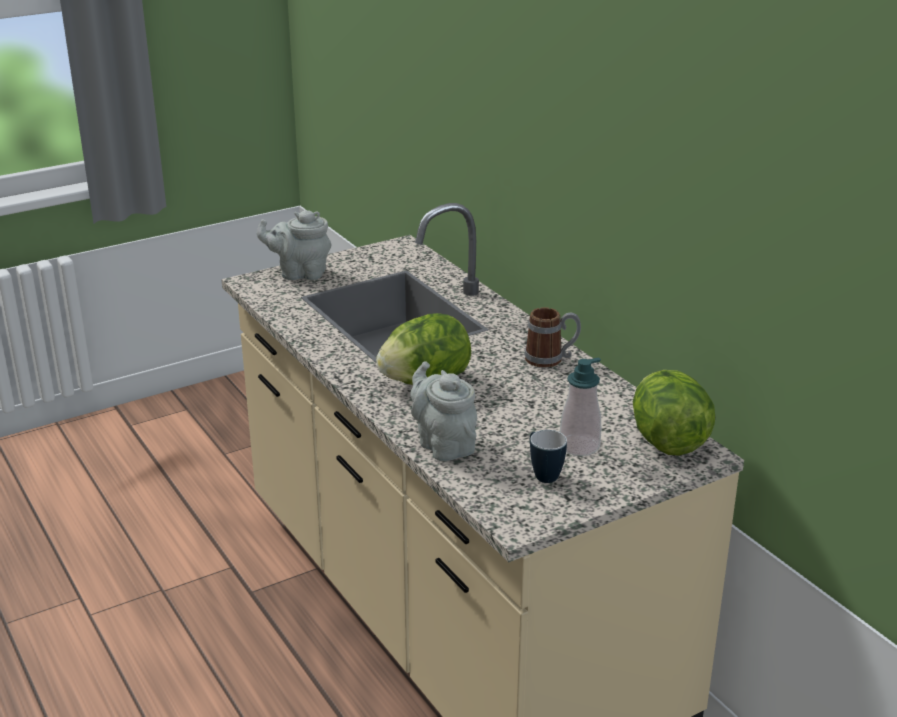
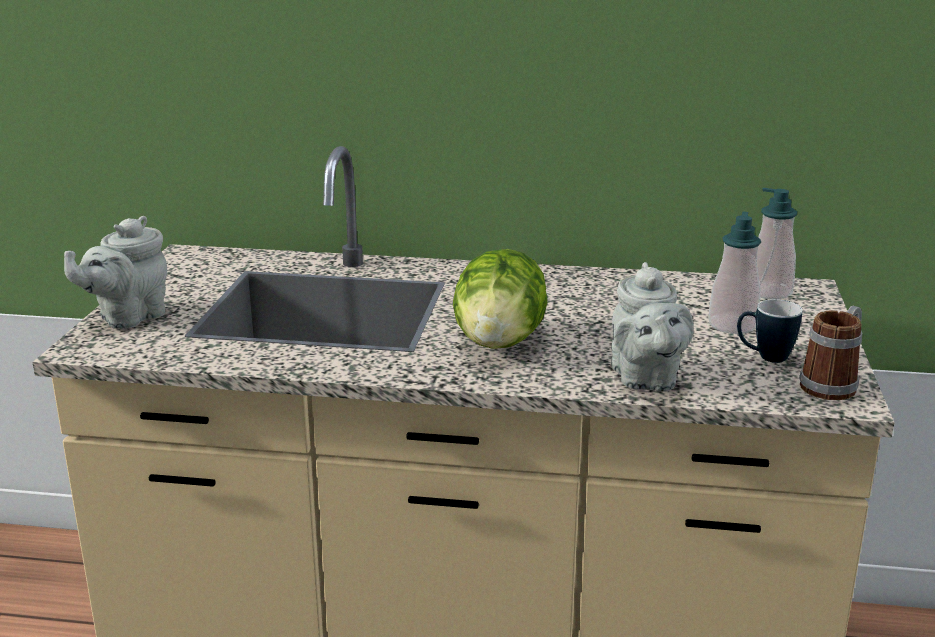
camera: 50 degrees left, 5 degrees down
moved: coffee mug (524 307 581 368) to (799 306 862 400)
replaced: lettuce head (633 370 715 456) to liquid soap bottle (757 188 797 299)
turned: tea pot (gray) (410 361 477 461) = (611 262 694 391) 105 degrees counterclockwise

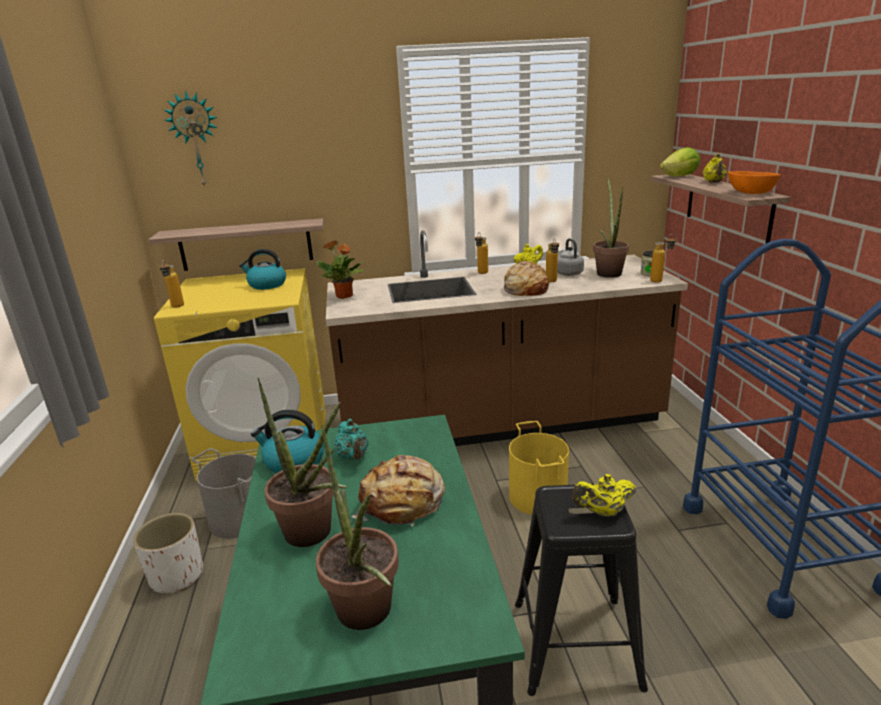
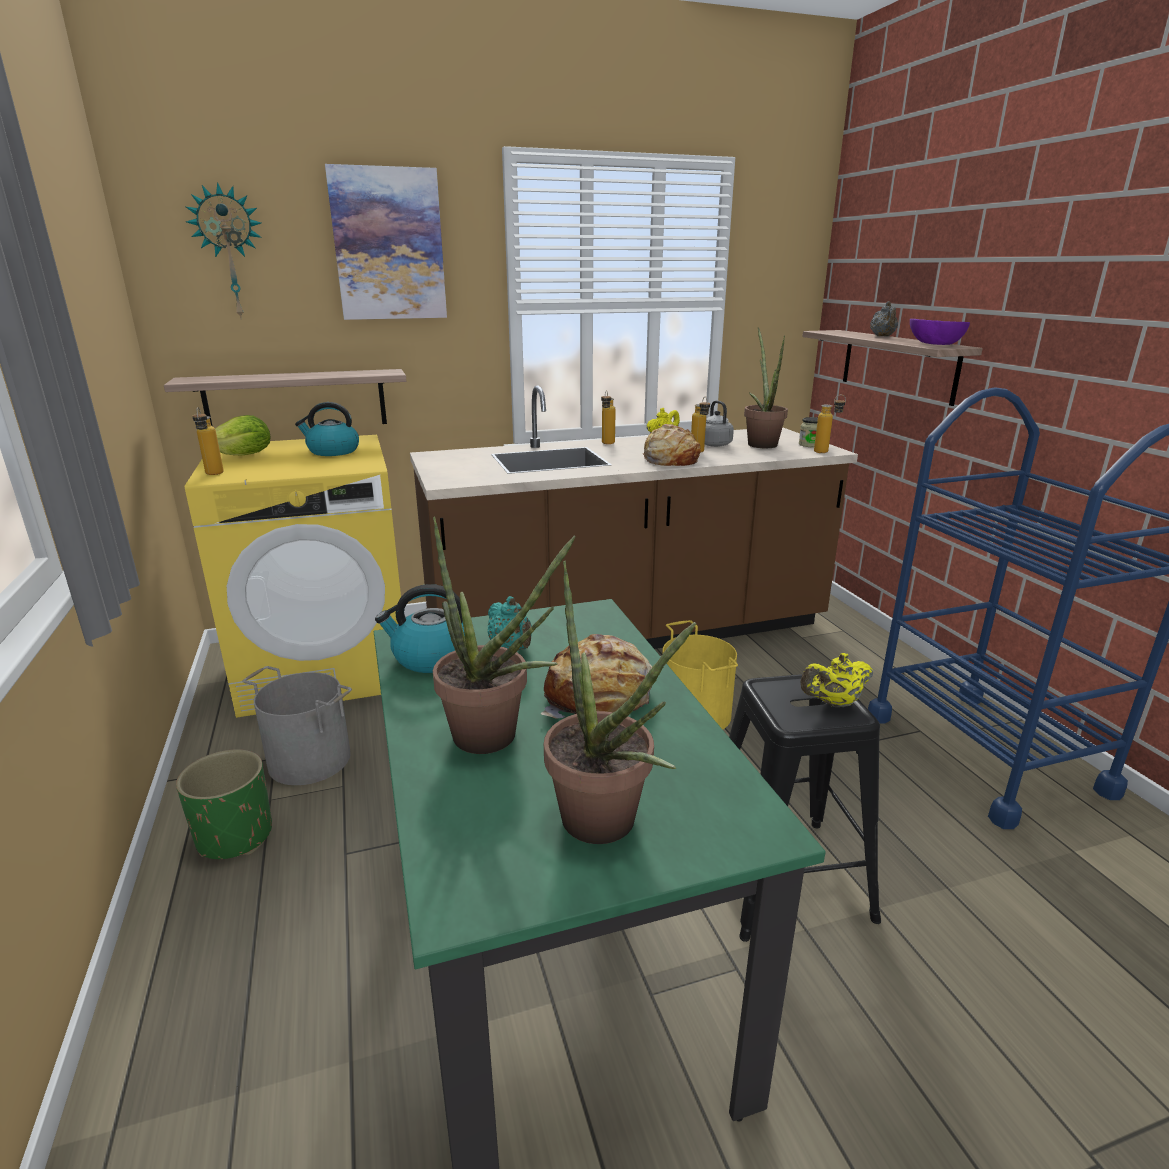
camera: 10 degrees left, 0 degrees up
removed: potted plant (316 240 365 299)
added: wall picture (325 164 447 320)
moved: lettuce head (660 147 700 177) to (215 415 270 456)
recoloured: tea pot (yellowish) (703 153 727 183) to tea pot (gray) (870 301 898 337); deep dish (orange) (728 171 781 194) to deep dish (purple) (910 319 970 345); planter (white-coloured) (133 513 203 593) to planter (green-coloured) (176 749 272 859)

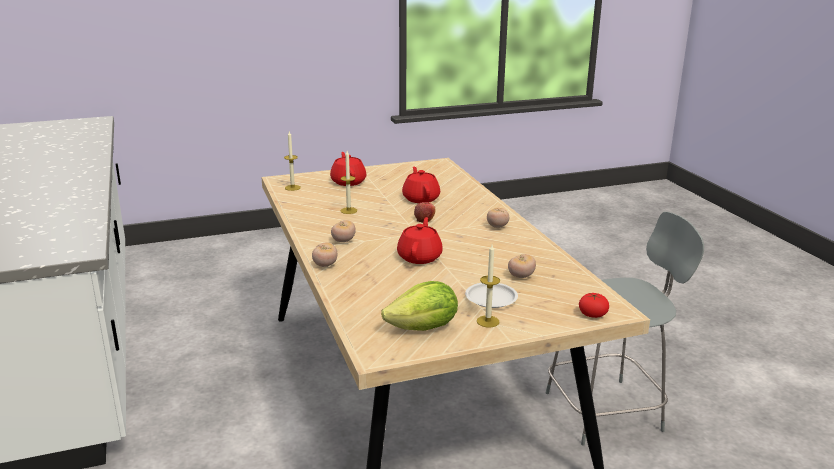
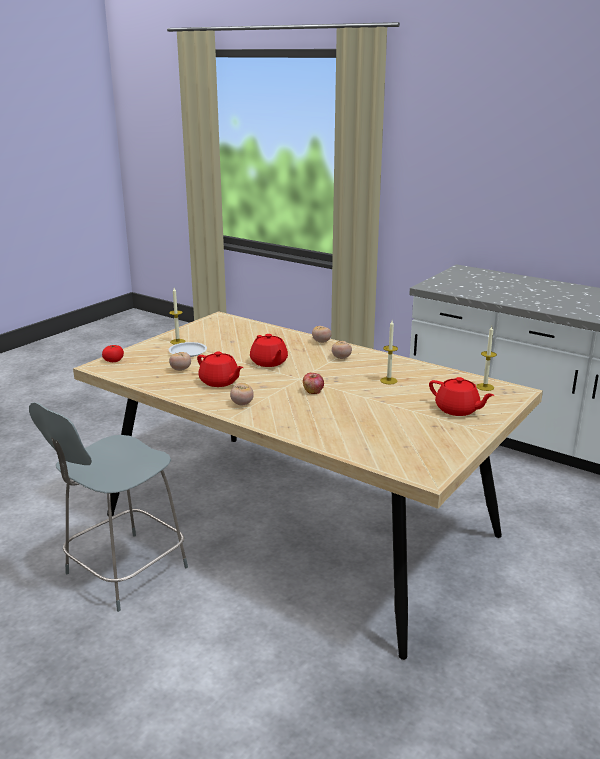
camera: 145 degrees right, 0 degrees up
removed: lettuce head (381 281 458 331)
moved: tea pot (reddish) (402 167 440 203) to (197 351 243 387)

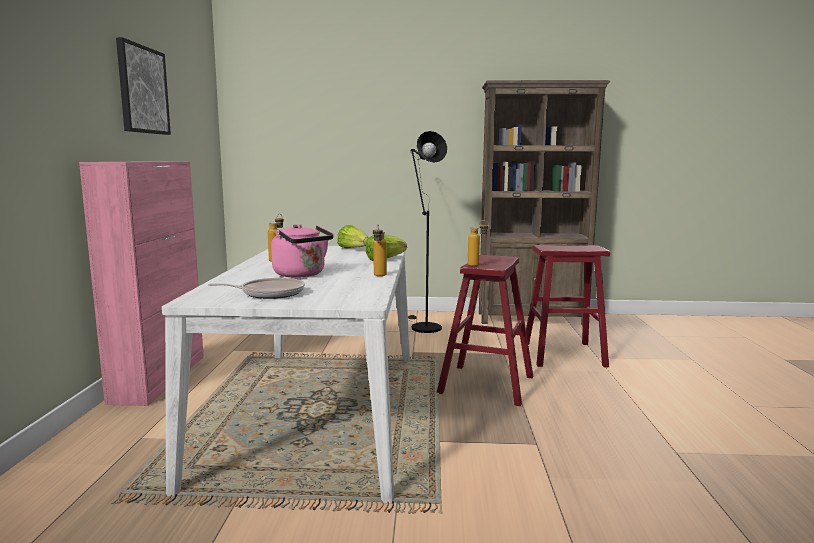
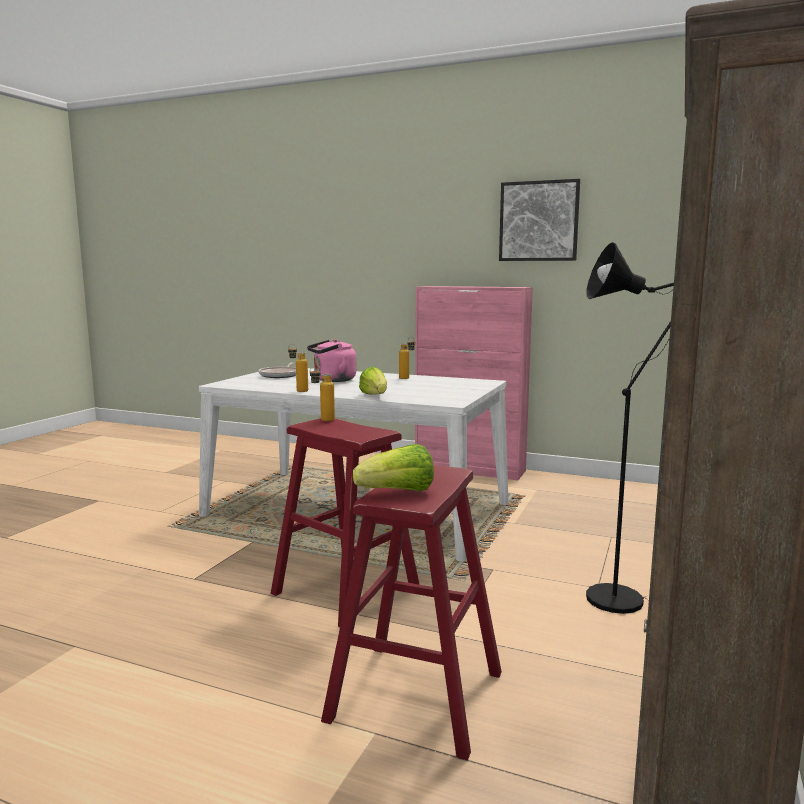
camera: 110 degrees right, 0 degrees up
moved: lettuce head (337 225 369 248) to (353 444 434 491)

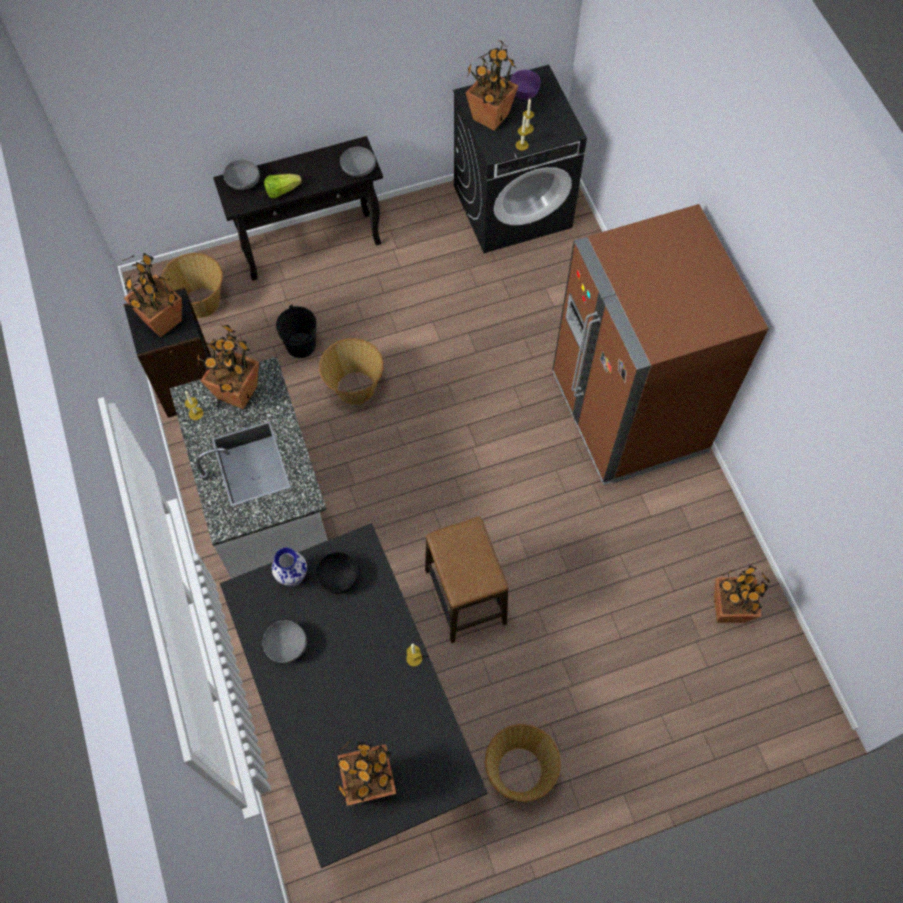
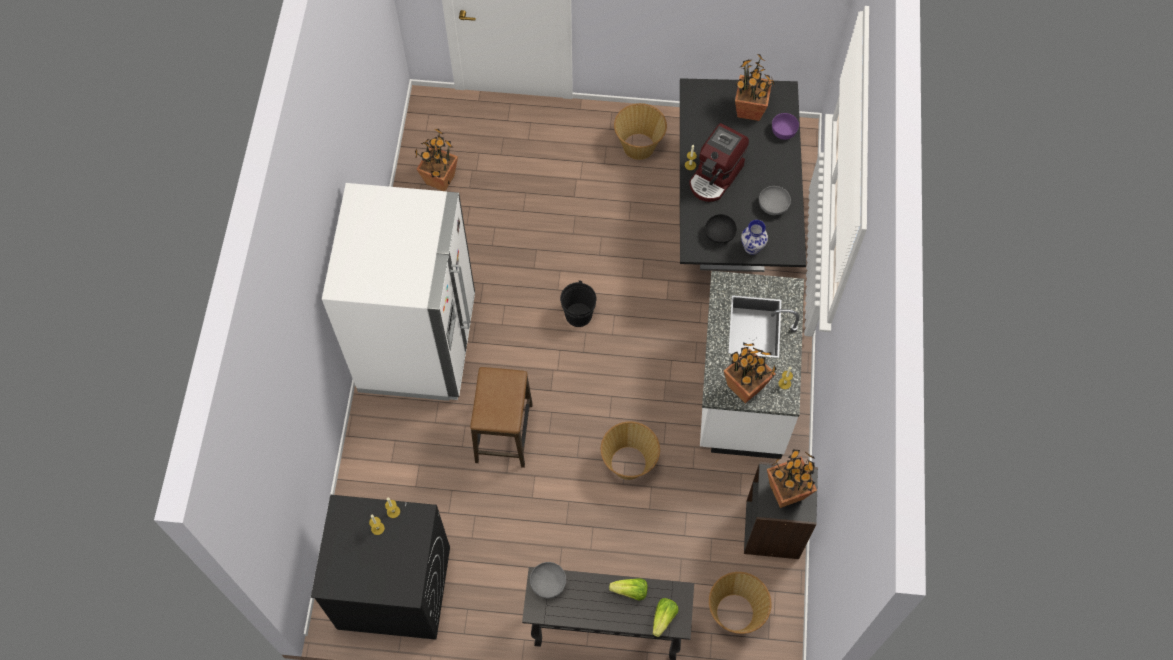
camera: 155 degrees left, 0 degrees up
removed: potted plant (466 40 518 131)
added: coffee brewer (689 123 749 202)
moved: deep dish (purple) (510 70 541 100) to (772 113 799 140); pail (blackish) (276 304 317 358) to (560 280 596 327); sitting stool (425 516 509 643) to (470 367 533 468)
replaced: deep dish (gray) (223 159 260 190) to lettuce head (653 598 678 637)
recoloured: refrigerator (brown) (552 204 768 485) to refrigerator (white-coloured) (322 183 475 401)

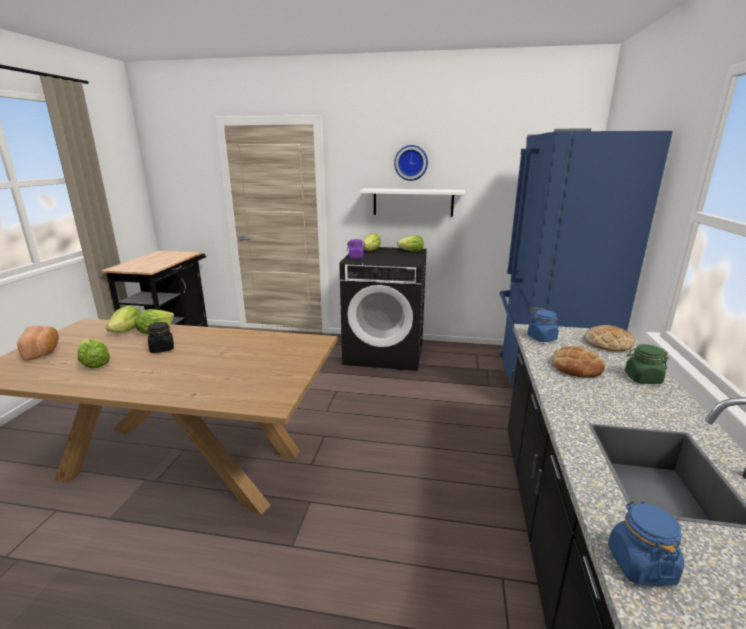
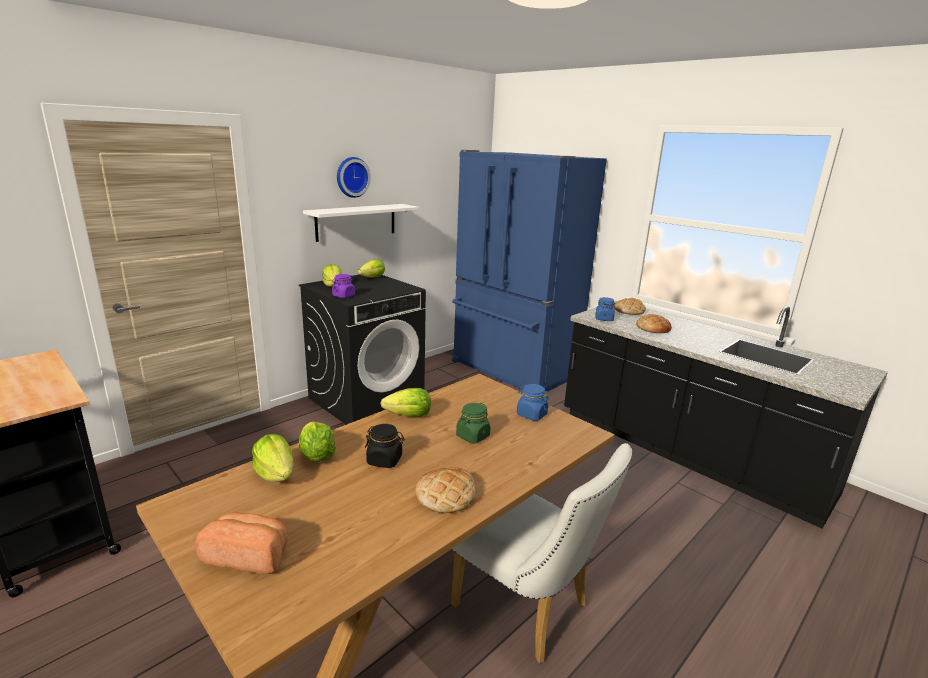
camera: 55 degrees left, 0 degrees up
added: plain chair (white-coloured) (451 443 632 663); bread (415 467 476 513)
moved: lettuce head (78 339 110 368) to (380 388 431 417); jar (green-coloured) (625 344 668 384) to (456 403 490 443); jar (blue) (608 501 684 586) to (517 384 549 421)

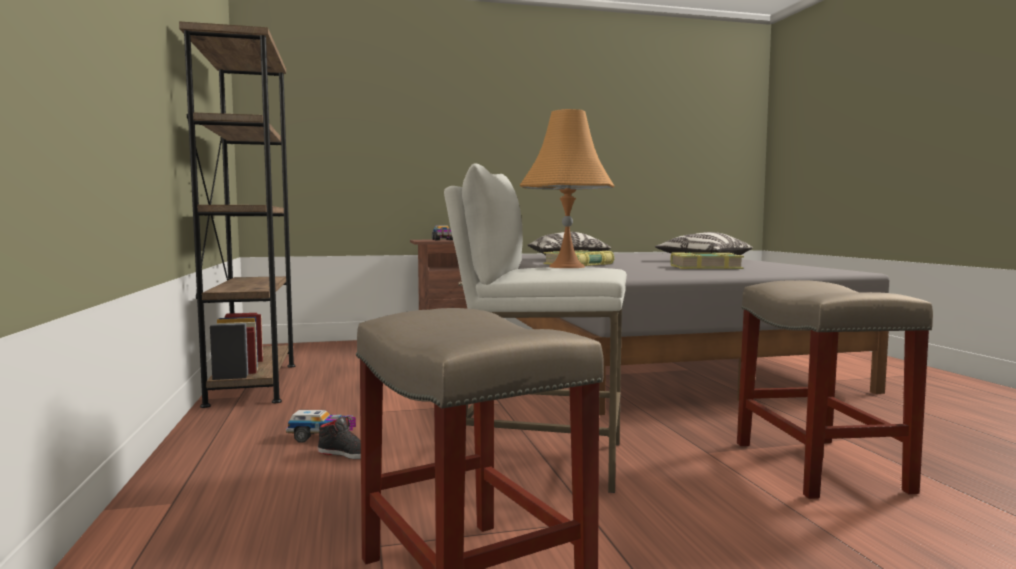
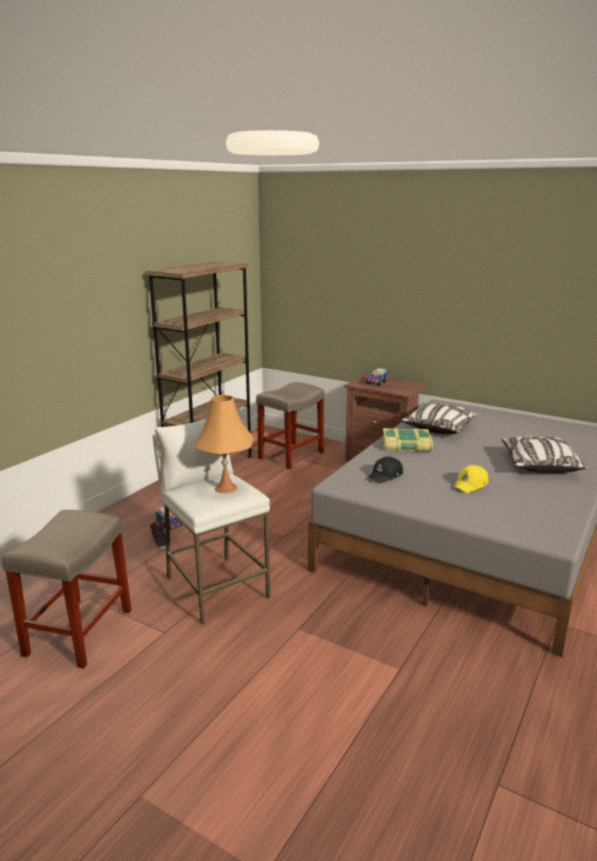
camera: 45 degrees right, 15 degrees up
added: baseball cap (blackish) (367 456 403 483)
moved: sitting stool (beige) (737 280 933 499) to (256 382 325 469)
replaced: bound book (670 253 744 269) to baseball cap (yellowish) (453 465 488 493)

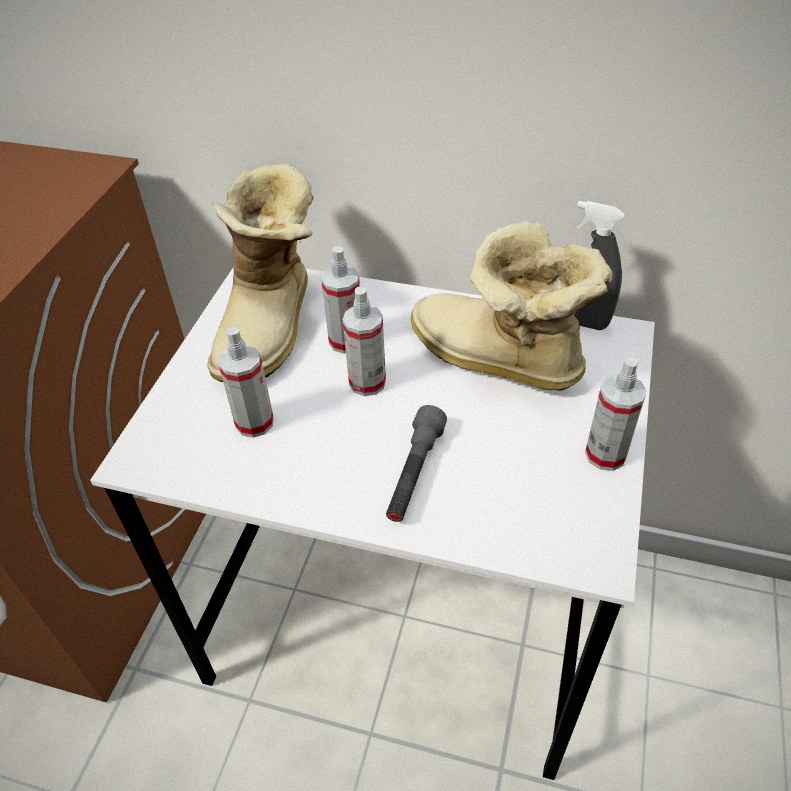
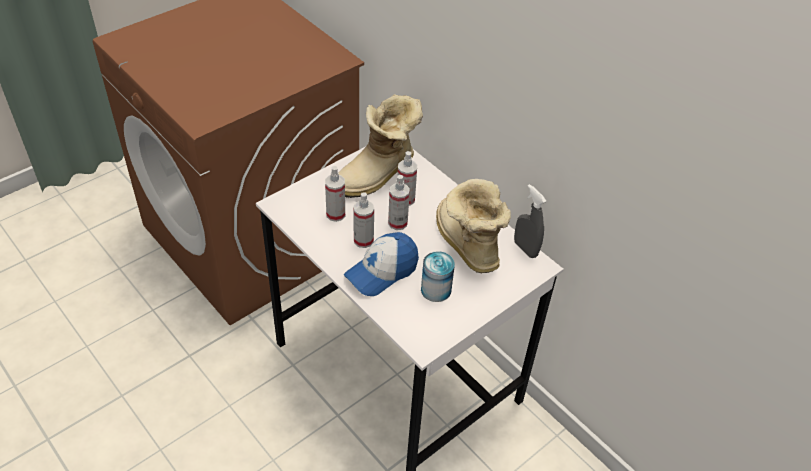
camera: 30 degrees right, 0 degrees up
added: metal can (421 251 455 302)
moved: hand sprayer (585 358 647 471) to (353 192 374 248)
replaced: flashlight (gray) (386 405 447 522) to baseball cap (344 232 419 296)

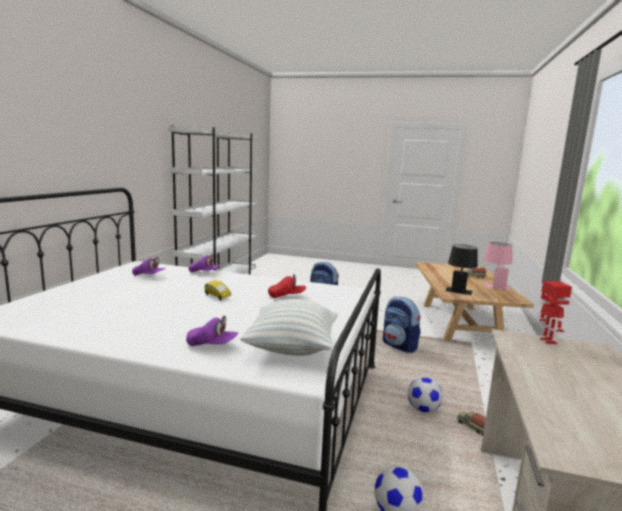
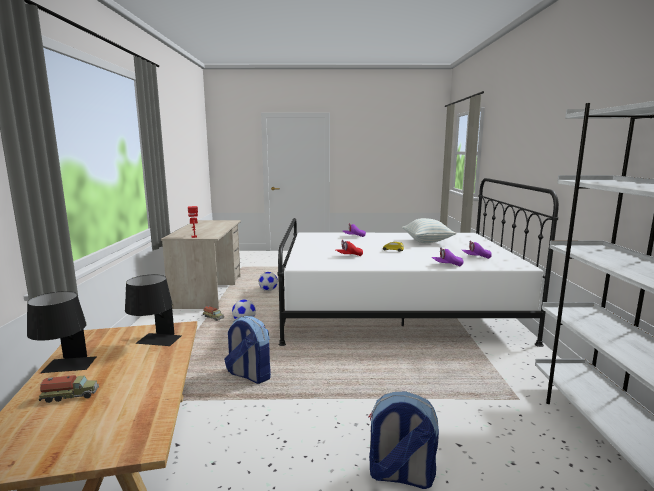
camera: 165 degrees right, 0 degrees up
moved: cushion (240 299 337 356) to (402 218 456 243)
recoloured: table lamp (pinkish) (483 242 513 290) to table lamp (blackish) (27 291 96 373)

